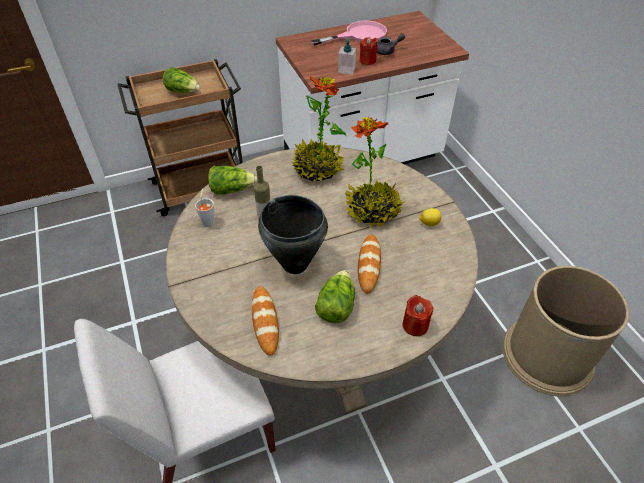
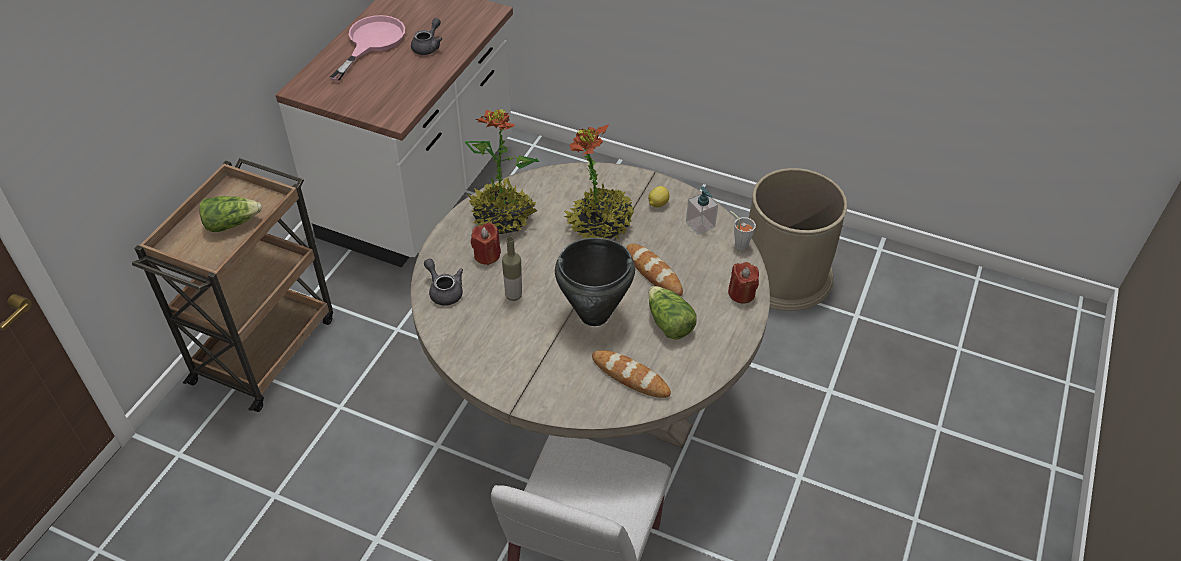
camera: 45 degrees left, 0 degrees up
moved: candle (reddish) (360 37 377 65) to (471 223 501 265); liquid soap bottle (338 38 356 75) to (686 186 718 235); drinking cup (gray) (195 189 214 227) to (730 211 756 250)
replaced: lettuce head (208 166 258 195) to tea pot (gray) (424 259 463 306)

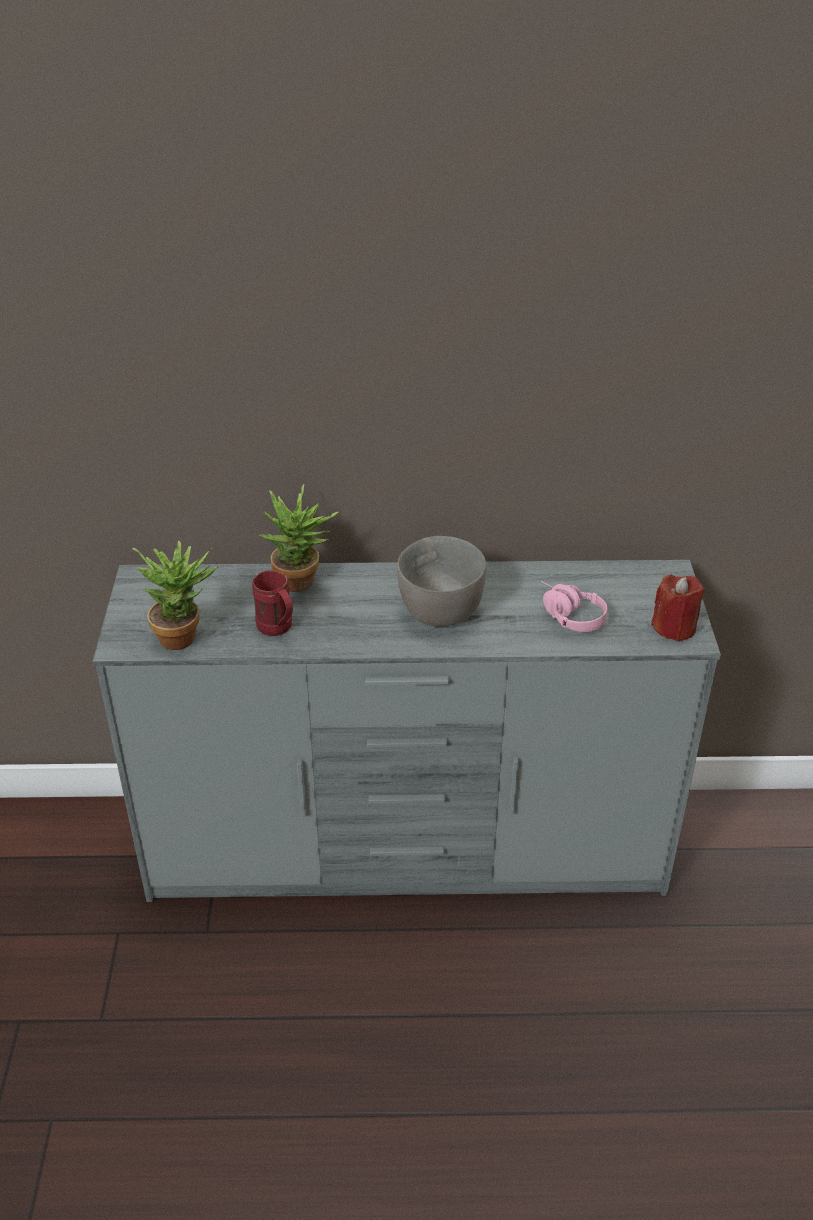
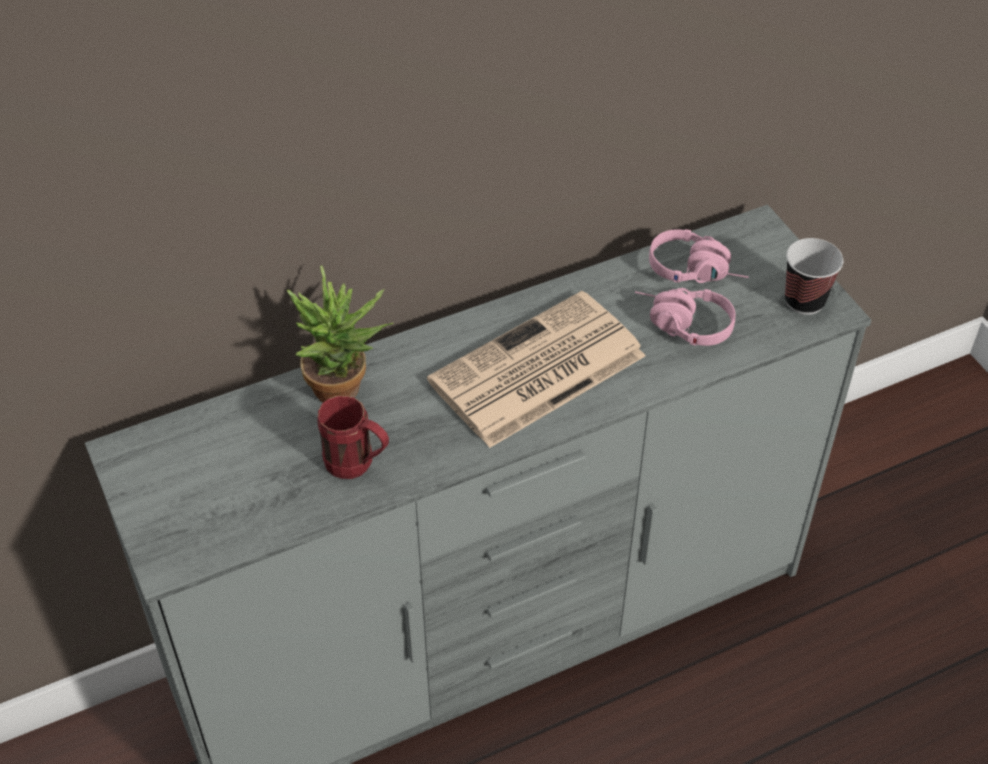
camera: 25 degrees left, 10 degrees up
removed: potted plant (133 541 218 650)
added: pair of headphones (pinkish) (649 229 749 283)
replaced: deep dish (gray) (397 536 486 626) to daily paper (427 291 646 448); candle (reddish) (651 575 704 641) to drinking cup (785 238 843 315)

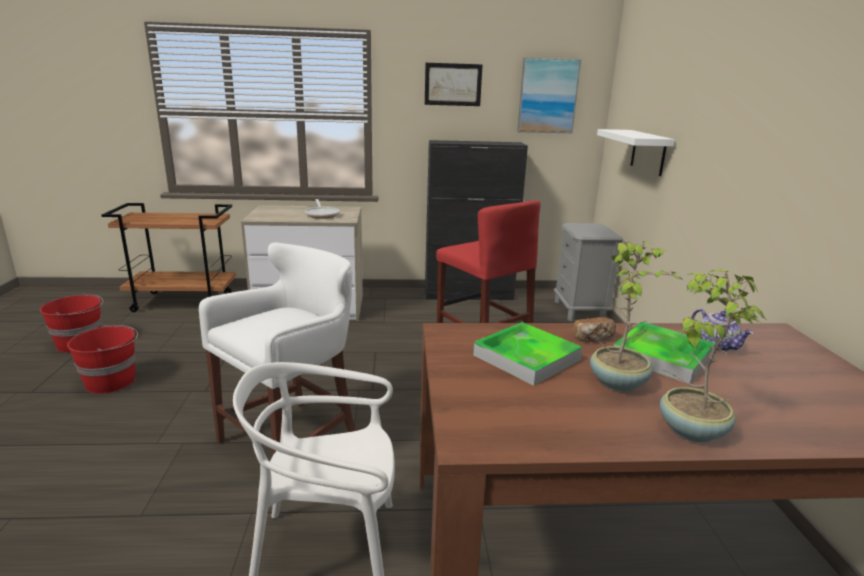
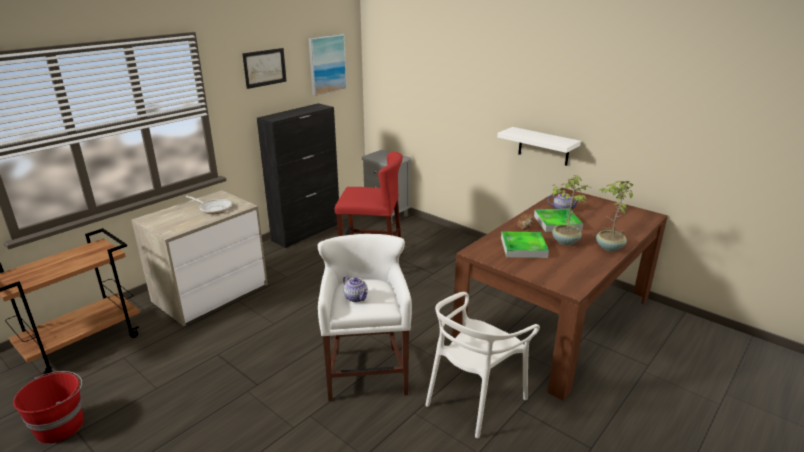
camera: 45 degrees left, 5 degrees up
removed: pail (reddish) (67 325 138 394)
added: tea pot (343 275 368 302)
moved: shelf (white-coloured) (597 129 675 176) to (497 127 581 166)

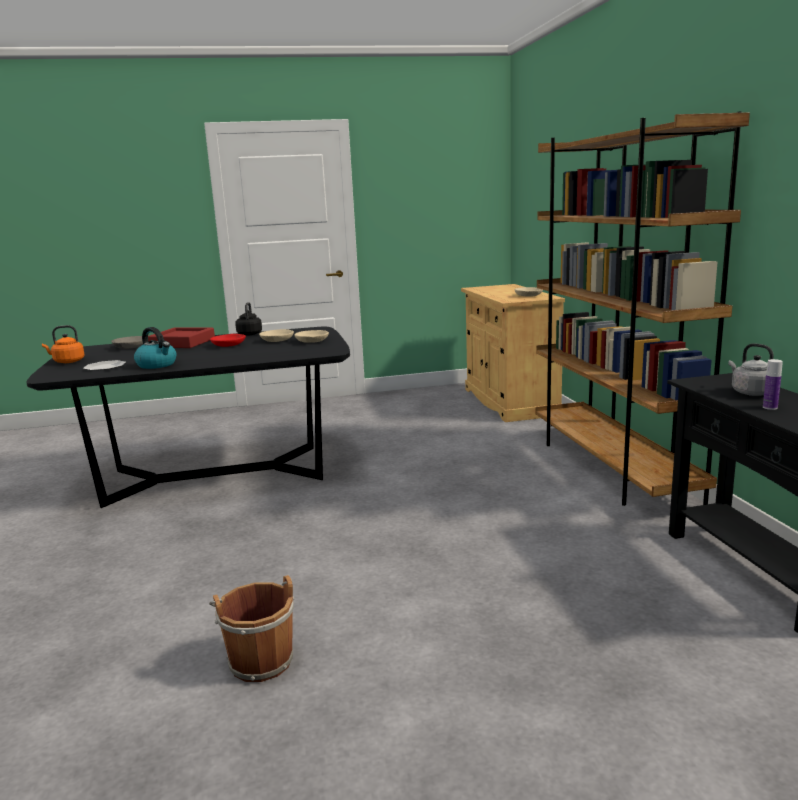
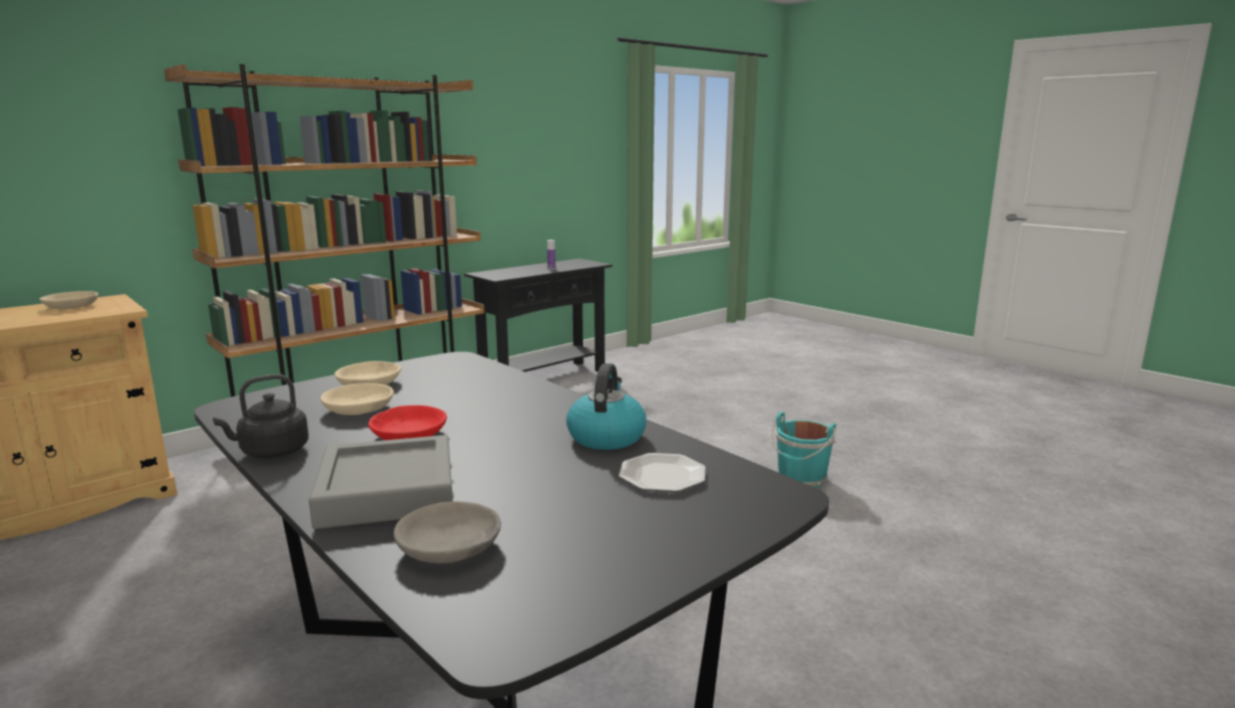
camera: 120 degrees left, 0 degrees up
removed: tea kettle (orange) (42 325 84 363); tea kettle (gray) (728 343 774 396)
recoloured: tray (reddish) (148 327 215 348) to tray (gray) (309 435 453 529); pail (brown) (209 575 294 682) to pail (blue-green) (771 412 836 488)

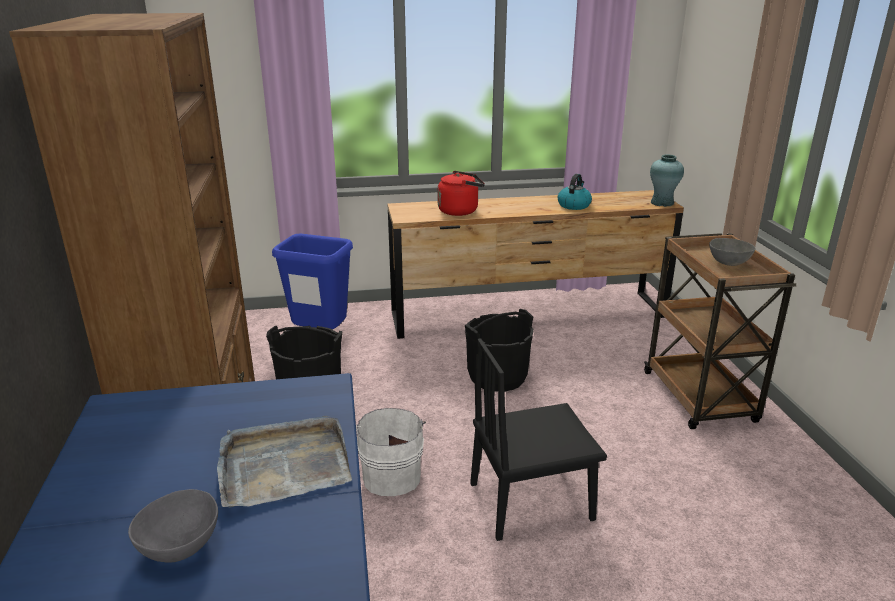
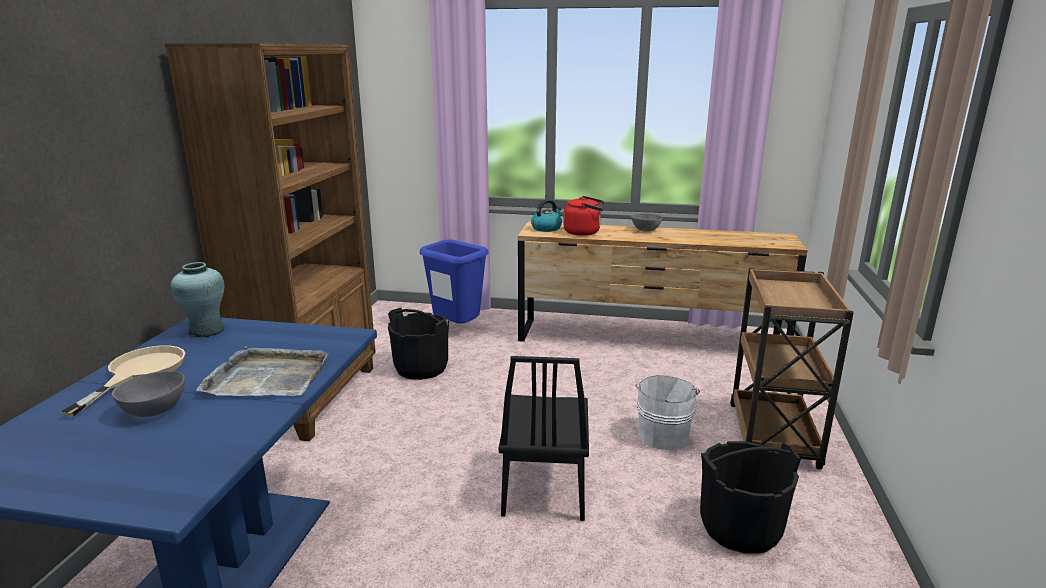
camera: 20 degrees right, 5 degrees down
added: frying pan (beige) (61 345 185 416)
moved: vase (blue-green) (650 155 684 207) to (171 262 225 338); tea kettle (558 174 592 210) to (531 199 562 232); deep dish (gray) (709 238 756 266) to (631 213 662 232); pail (blackish) (465 309 534 392) to (700 441 801 554); pail (white-coloured) (356 408 426 496) to (636 375 700 450)
turned: plain chair (blackish) (470 338 607 541) = (498 356 589 521) 90 degrees counterclockwise

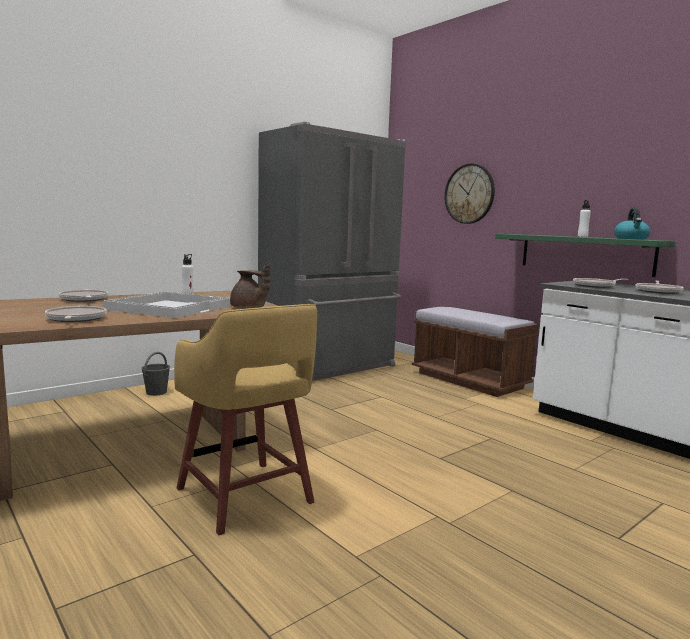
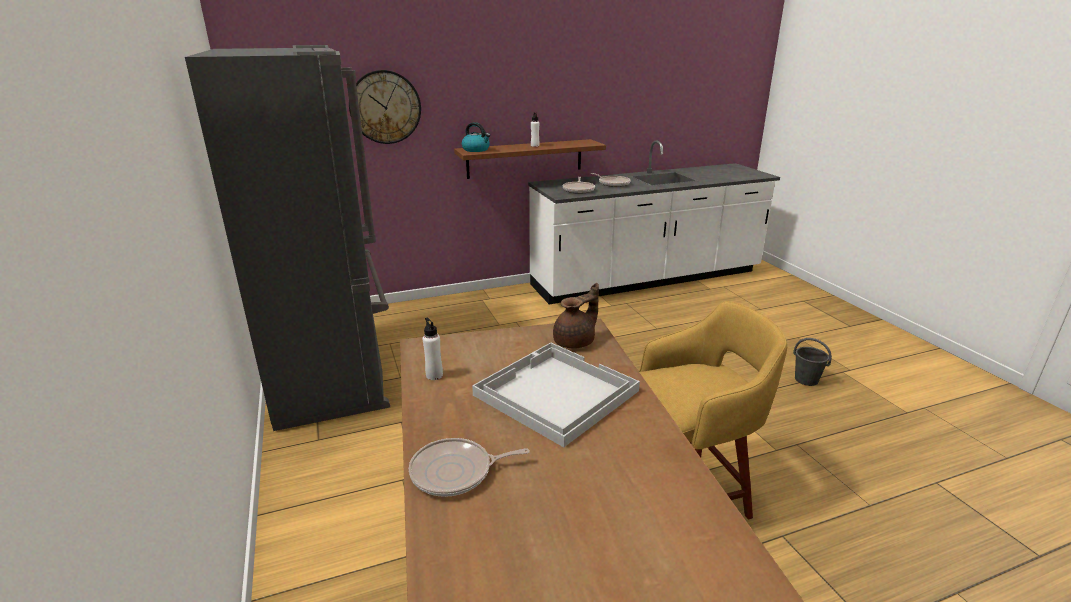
camera: 70 degrees left, 15 degrees up
removed: frying pan (45 306 107 322); long seat (brown) (412 307 539 397)
moved: tea kettle (614 208 650 240) to (462 122 490 152); pail (gray) (141 352 170 396) to (793 338 832 386)
recoloured: shelf (green-coloured) (495 234 676 277) to shelf (brown) (454 139 606 179)

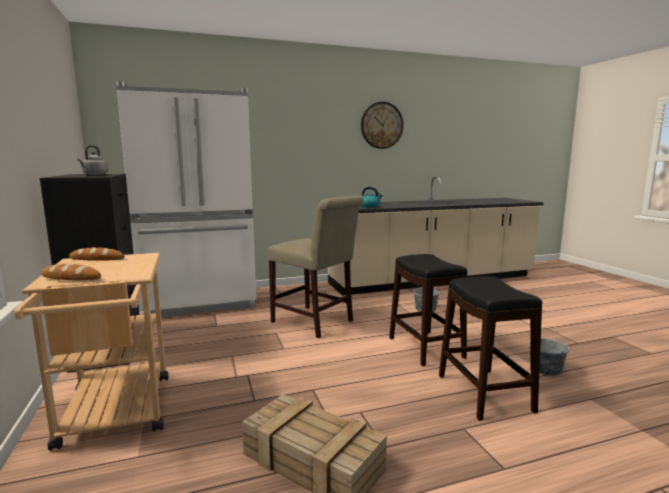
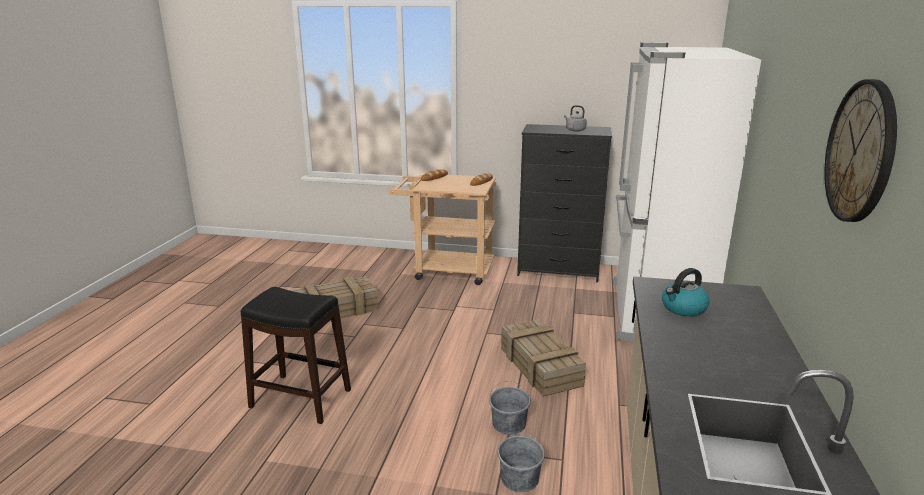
camera: 120 degrees right, 10 degrees up
removed: sitting stool (blackish) (389 254 467 366)
moved: pail (gray) (528 326 570 376) to (489 381 531 435)
replaced: plain chair (beige) (267 196 364 338) to crate (501 319 586 397)

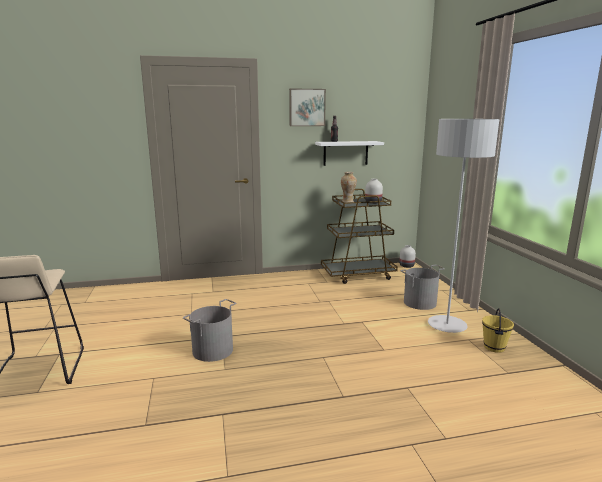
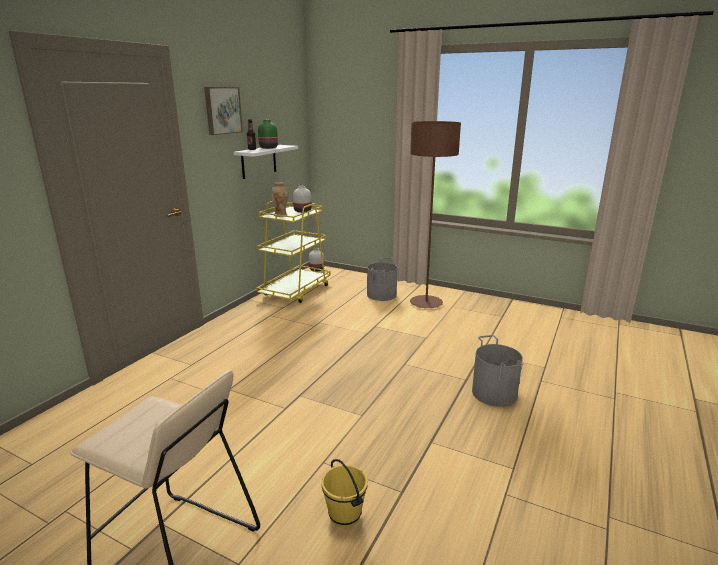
camera: 50 degrees left, 5 degrees up
added: vase (green-coloured) (258 120 278 149)
moved: pail (gray) (183 299 236 362) to (472 335 523 407); pail (yellowish) (482 308 514 353) to (321 459 368 528)
recoloured: floor lamp (gray) (428 119 499 333) to floor lamp (brown) (410 121 461 308); cart (brown) (321 189 398 284) to cart (yellowish) (256 201 330 303)

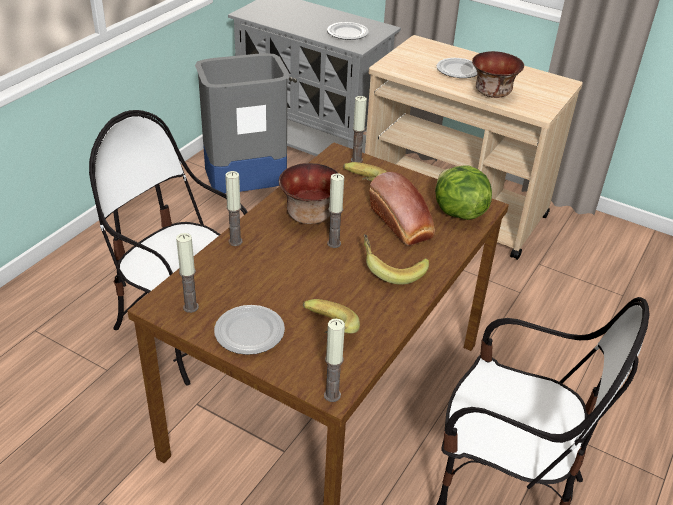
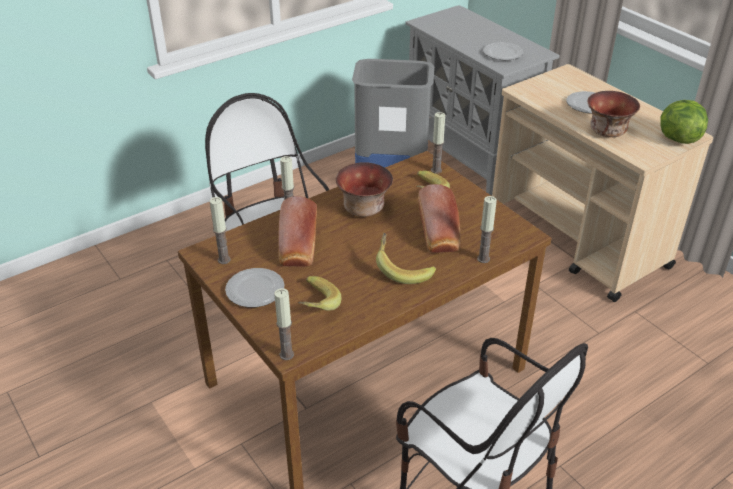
camera: 25 degrees right, 0 degrees up
added: bread (278 196 317 267)
moved: lettuce head (435 165 492 220) to (660 100 708 144); candle (327 173 344 248) to (477 196 497 263)

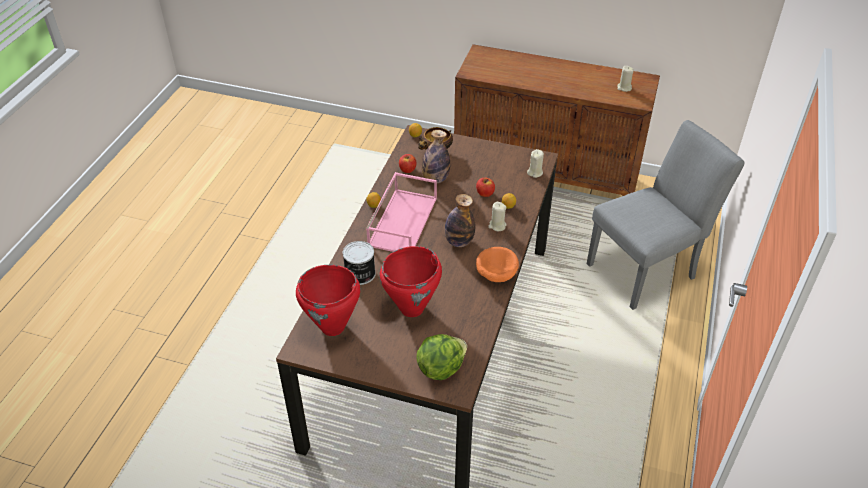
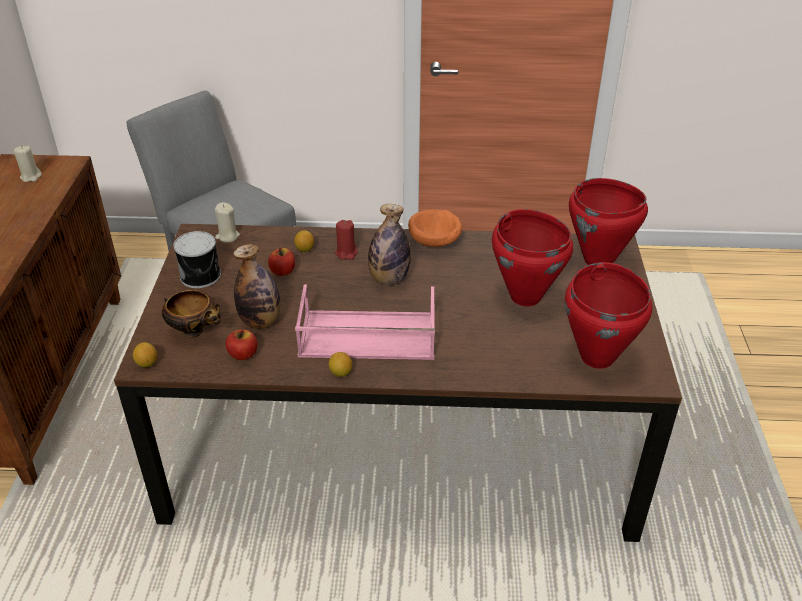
camera: 105 degrees left, 5 degrees down
moved: metal can (343 241 376 285) to (173 231 221 288)
replaced: lettuce head (417 334 467 380) to saucepot (reddish) (569 178 648 265)
recoloured: candle (beige) (488 202 507 231) to candle (reddish) (335 220 358 260)

